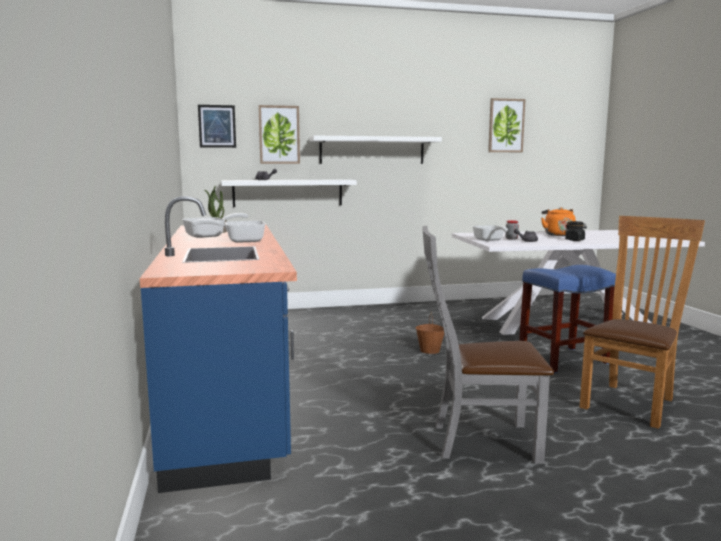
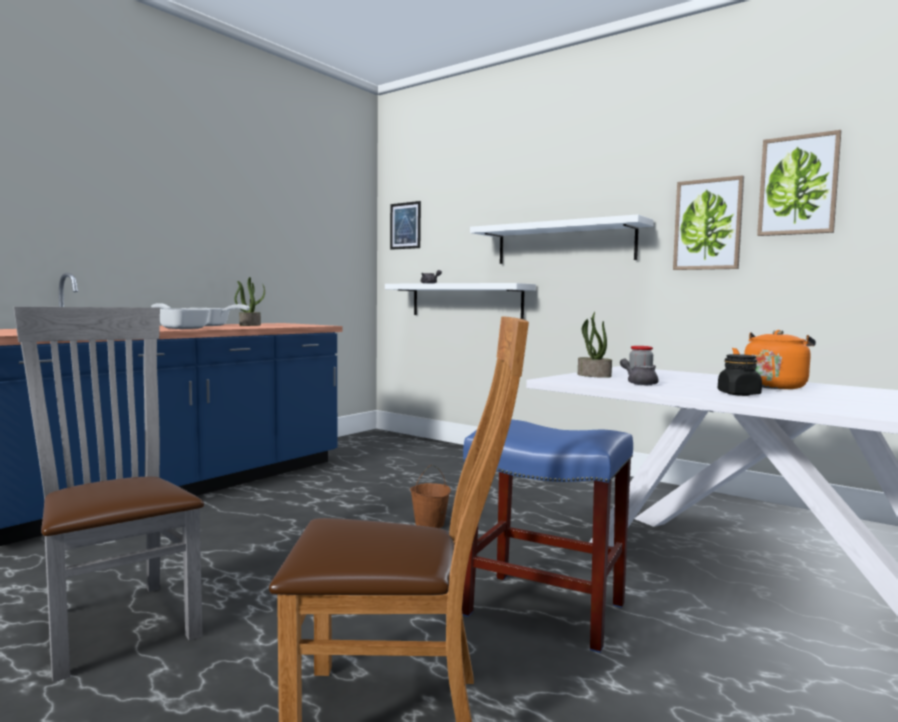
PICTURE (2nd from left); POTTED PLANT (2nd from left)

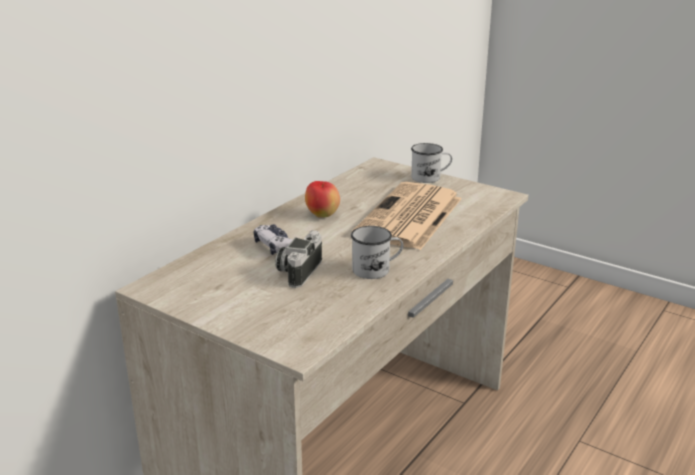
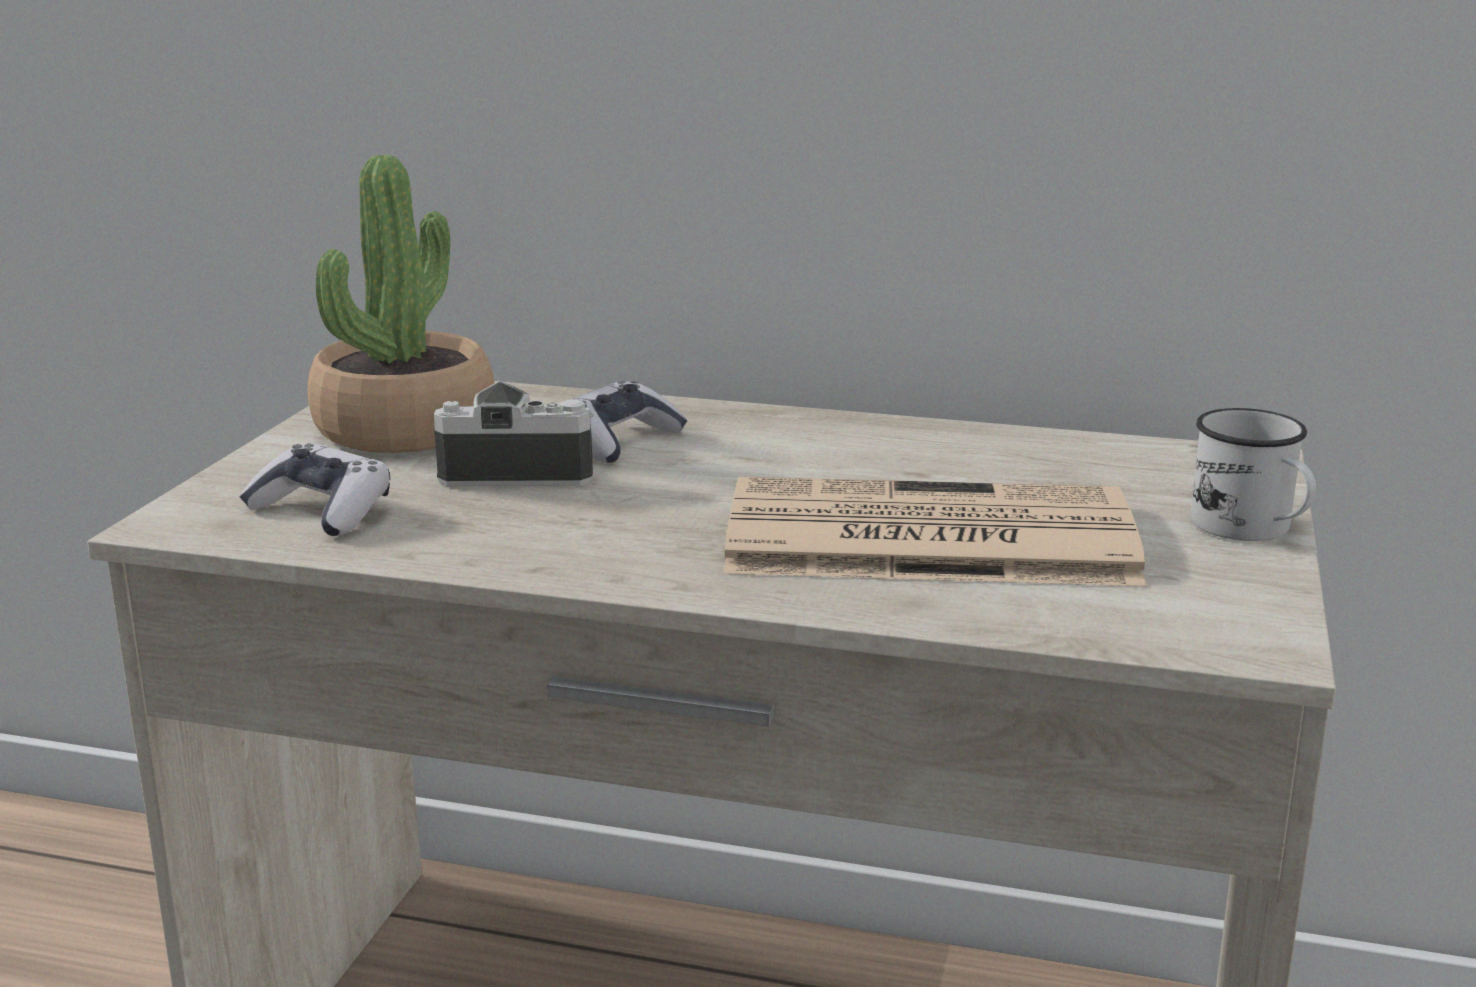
APPLE; WHITE MUG (1st from left in the first image); GAME CONTROLLER (1st from left); POTTED PLANT

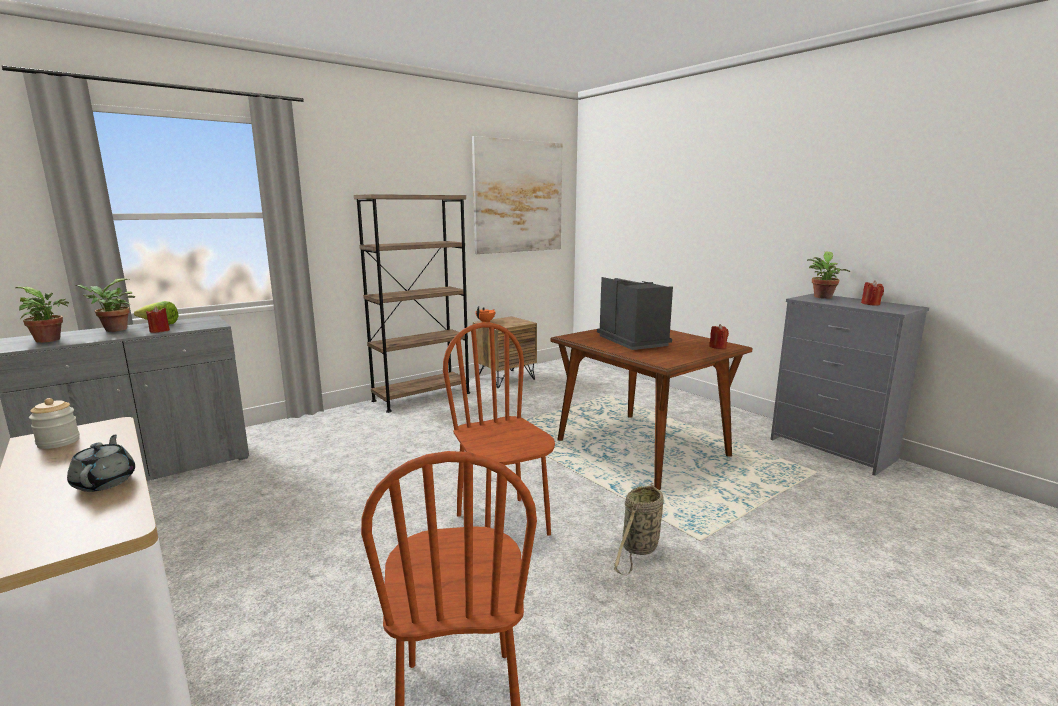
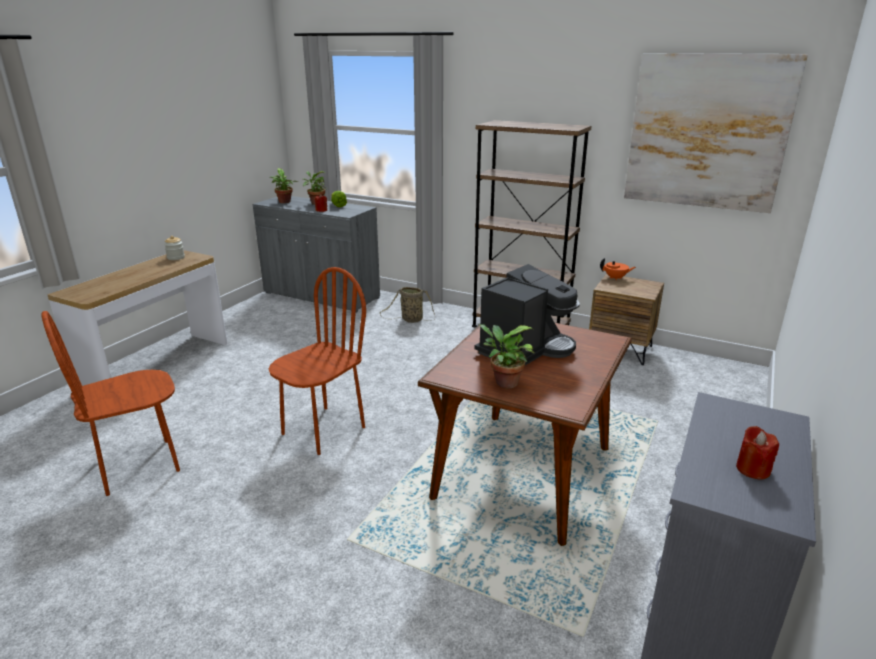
GREY TEAPOT; RED CANDLE (2nd from left in the first image); BASKET; POTTED PLANT (3rd from left)

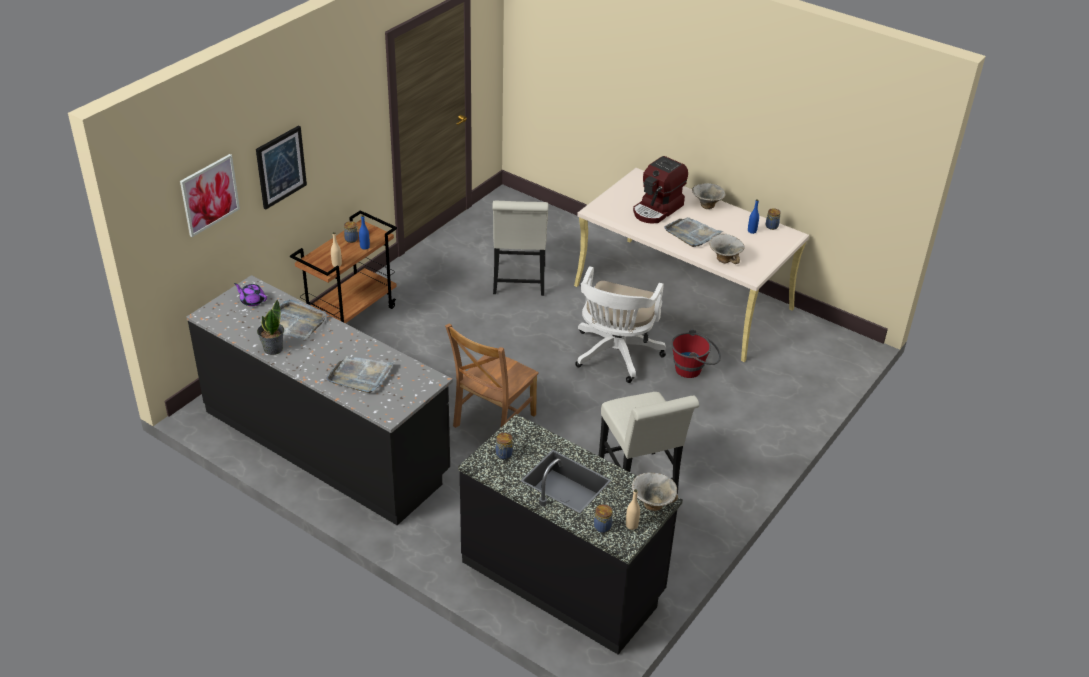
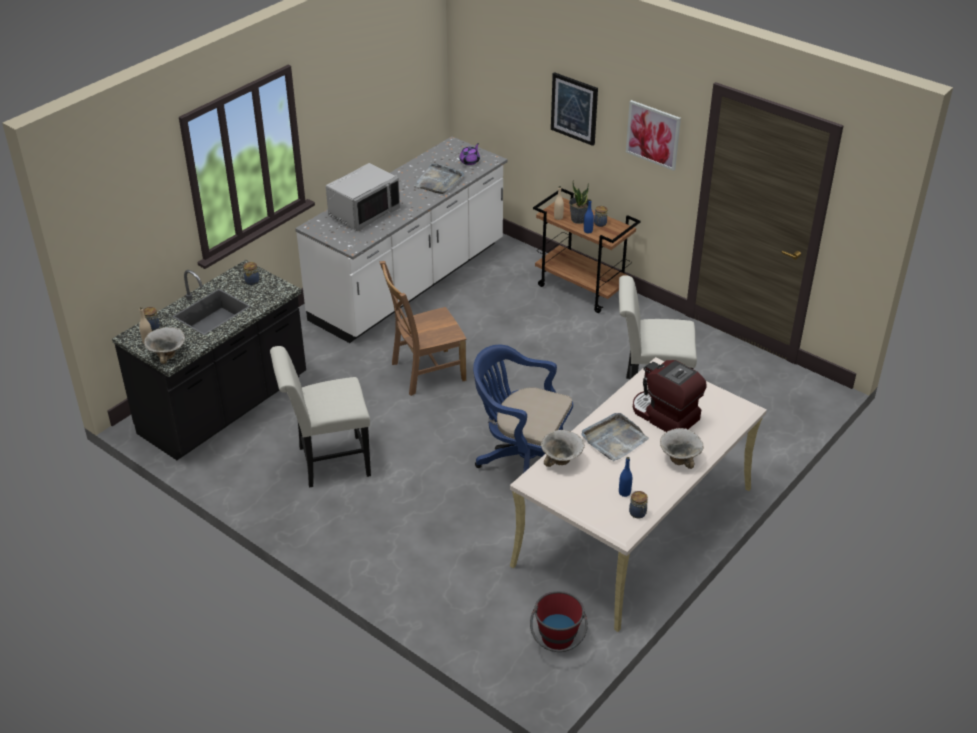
PICTURE (2nd from left); POTTED PLANT; RED BUCKET; GREY MICROWAVE; WHITE COUNTER; BLUE OFFICE CHAIR; BROWN CHAIR

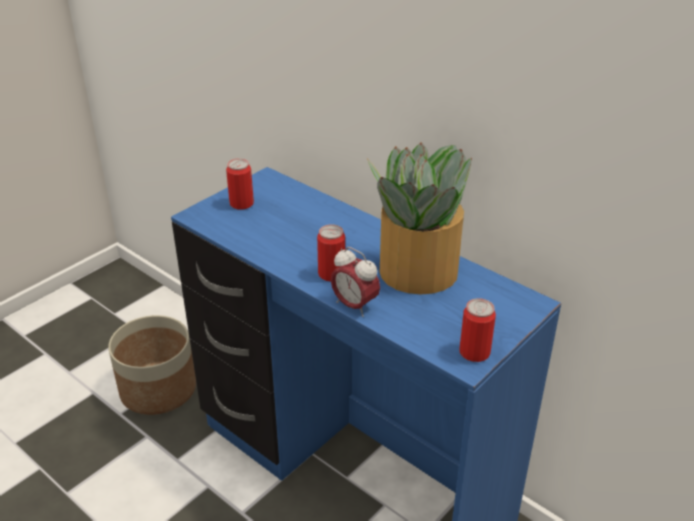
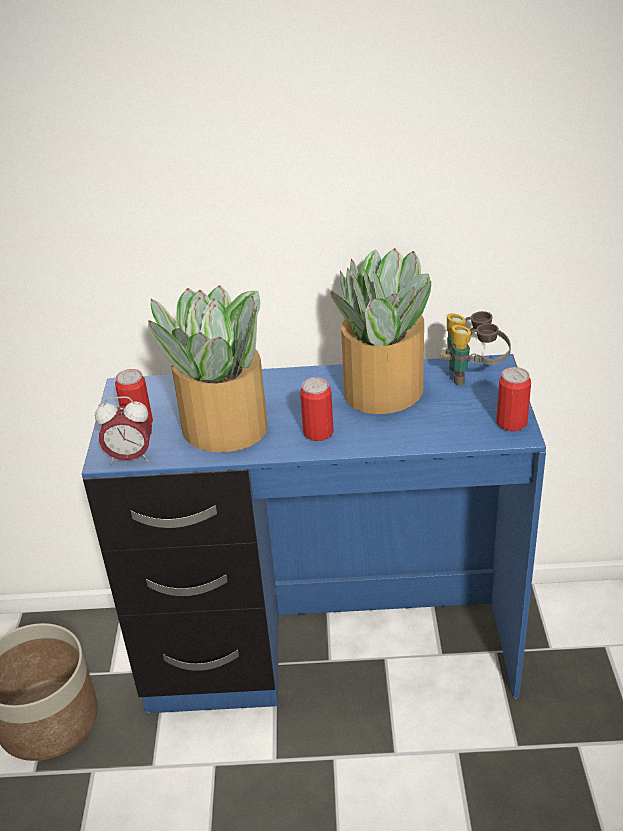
POTTED PLANT (1st from left); BINOCULARS; ALARM CLOCK

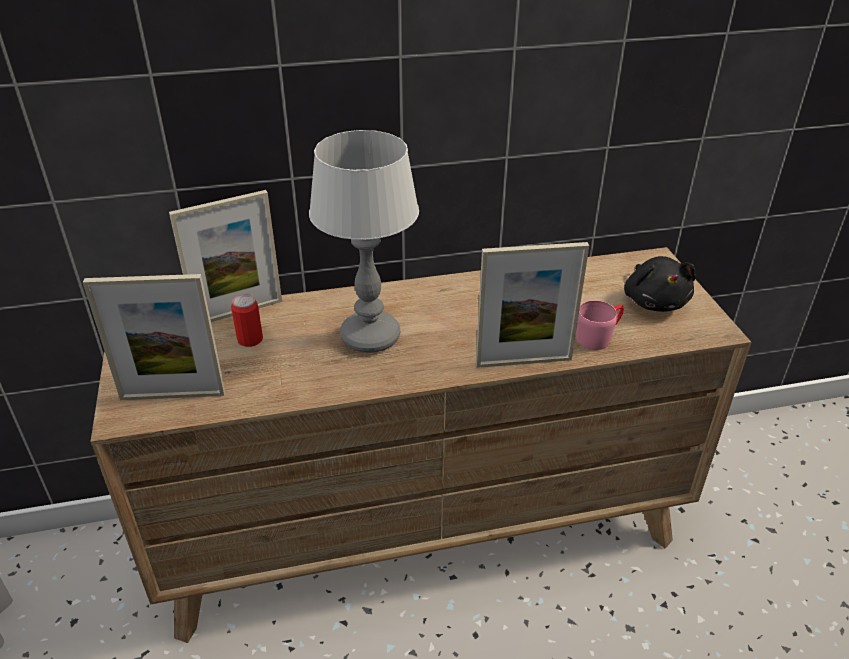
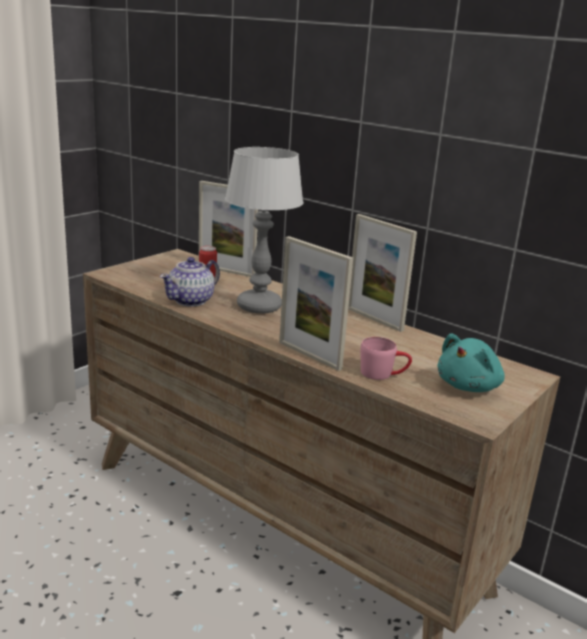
TEAPOT; PICTURE FRAME (3rd from left); TURQUOISE PLUSH TOY

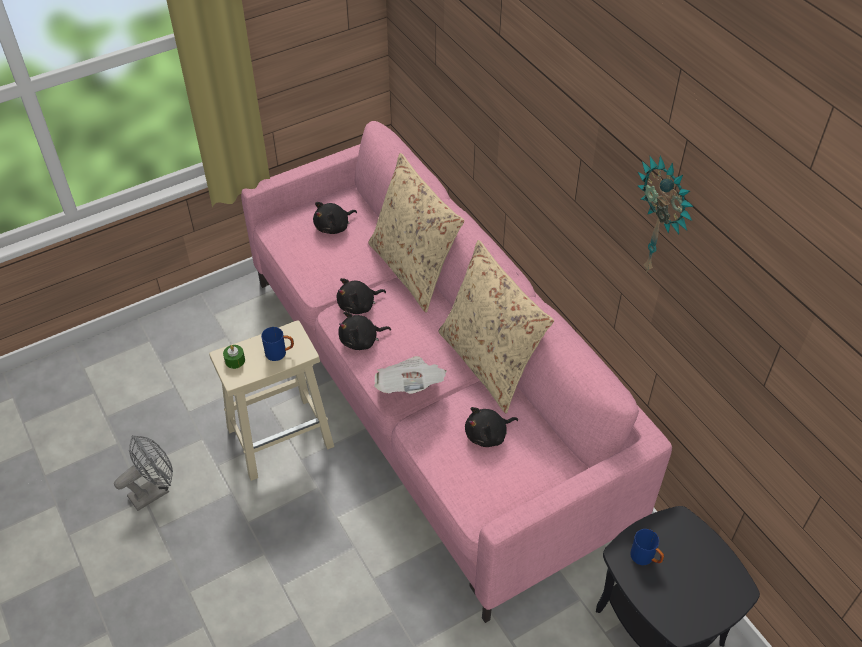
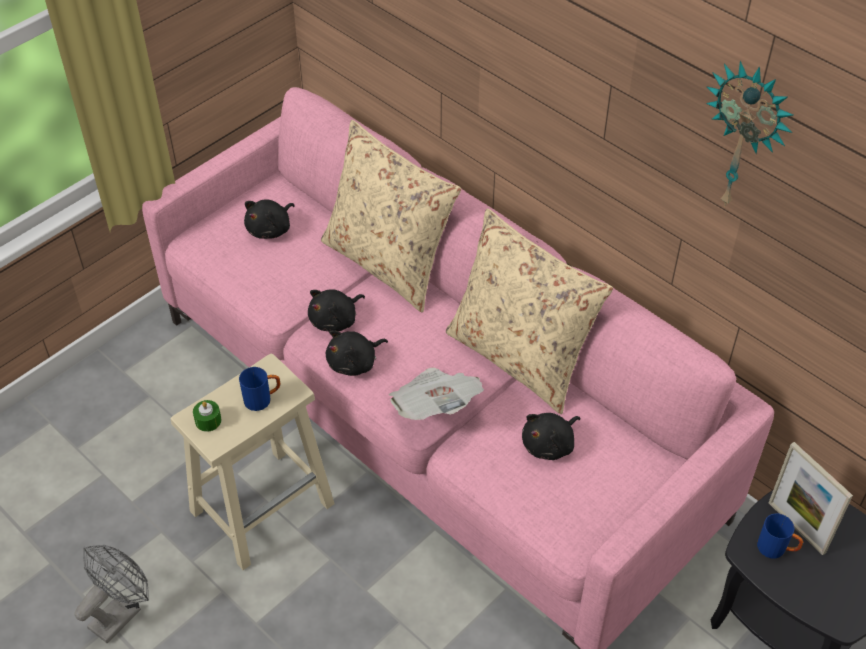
PICTURE FRAME

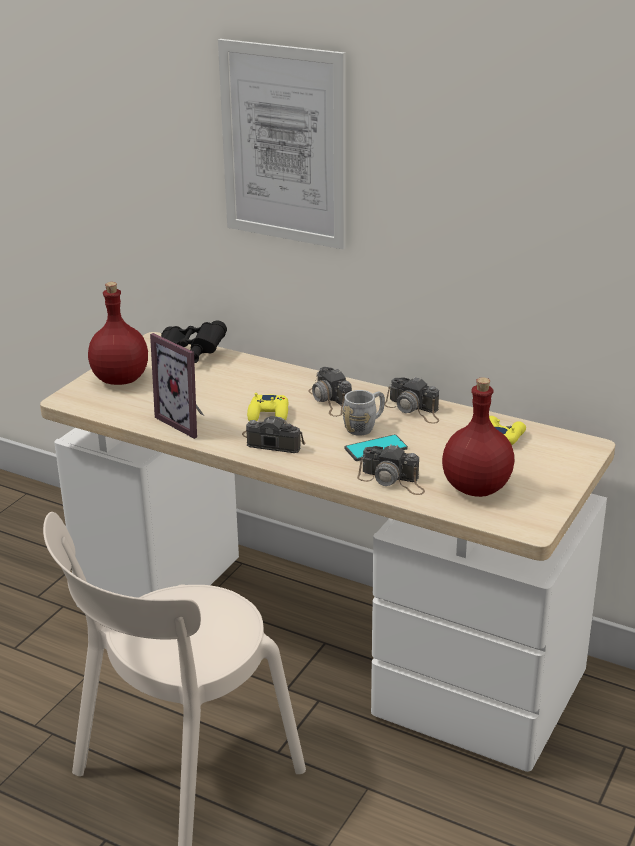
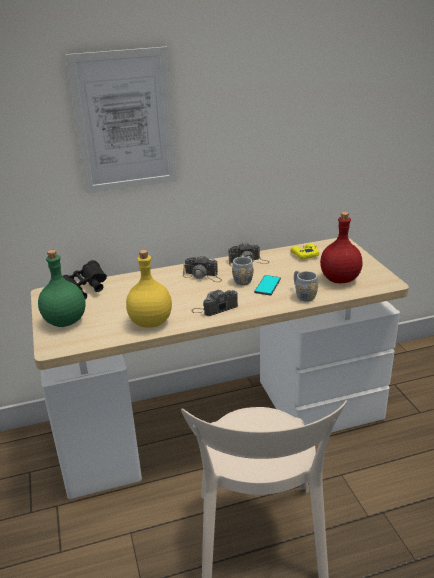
YELLOW GAME CONTROLLER (1st from left in the first image); YELLOW BOTTLE; GREY MUG (2nd from left); GREEN BOTTLE

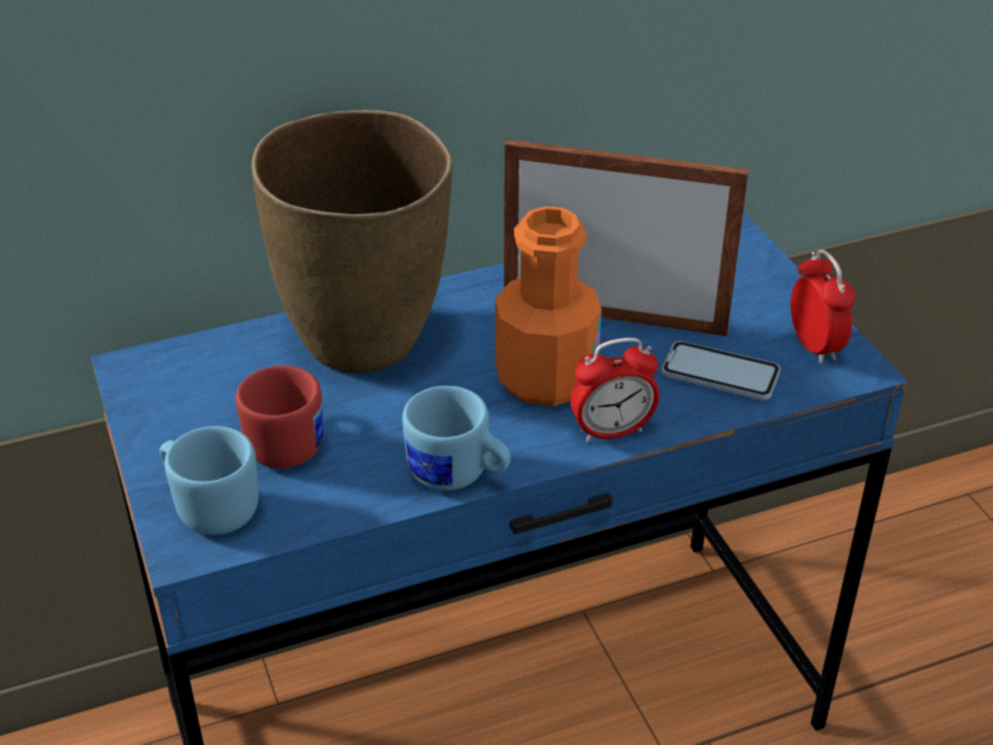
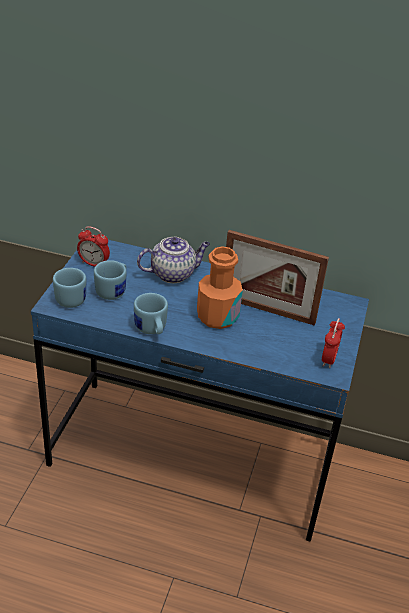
PHONE; ALARM CLOCK (1st from left); TEAPOT; BLUE MUG (2nd from left); PICTURE FRAME

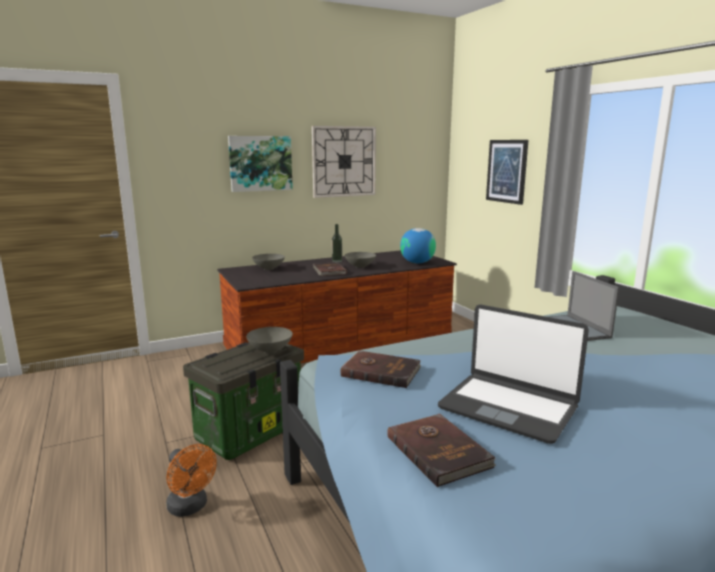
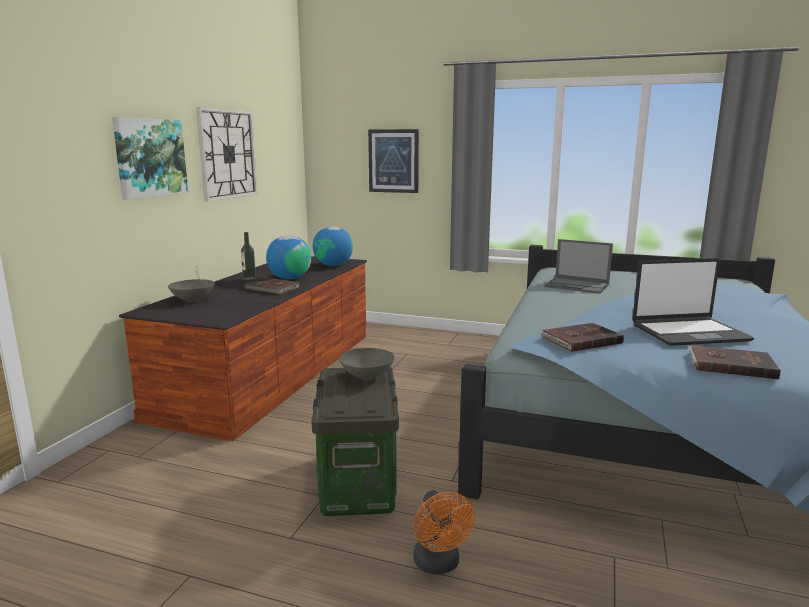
GLOBE (1st from left); ORANGE FAN

